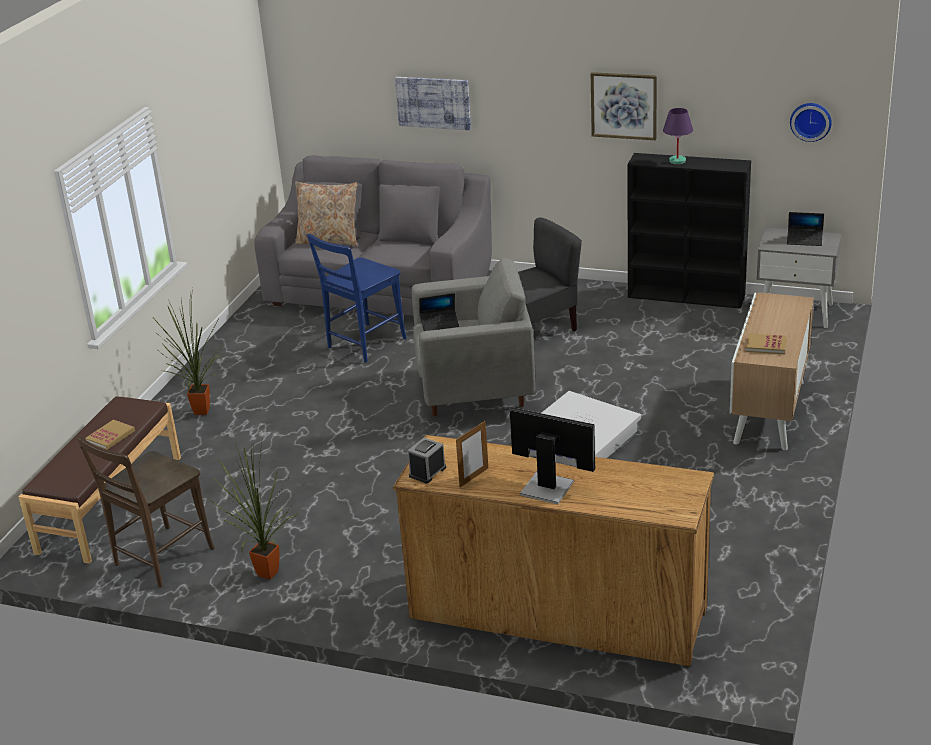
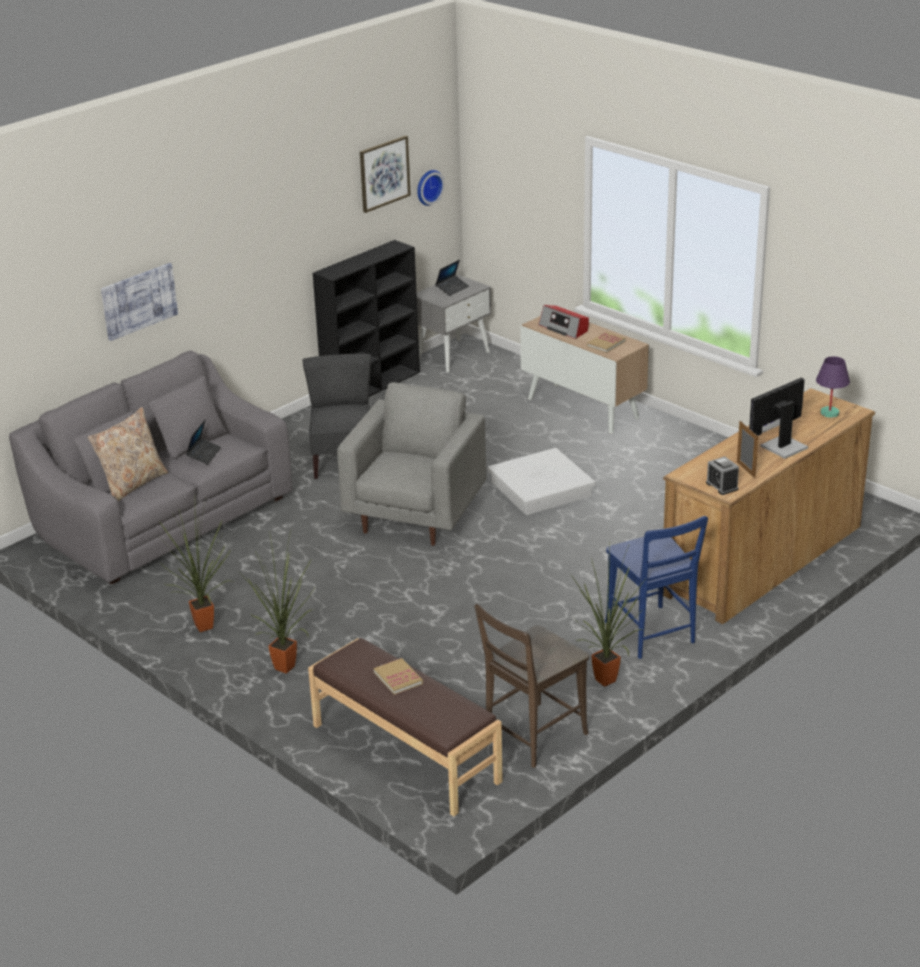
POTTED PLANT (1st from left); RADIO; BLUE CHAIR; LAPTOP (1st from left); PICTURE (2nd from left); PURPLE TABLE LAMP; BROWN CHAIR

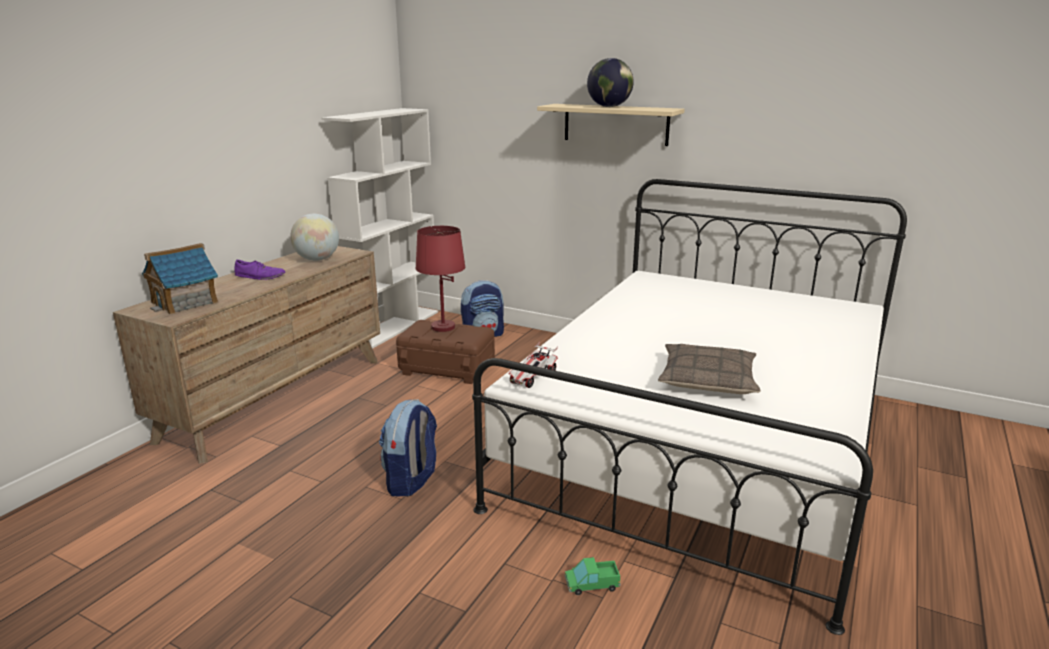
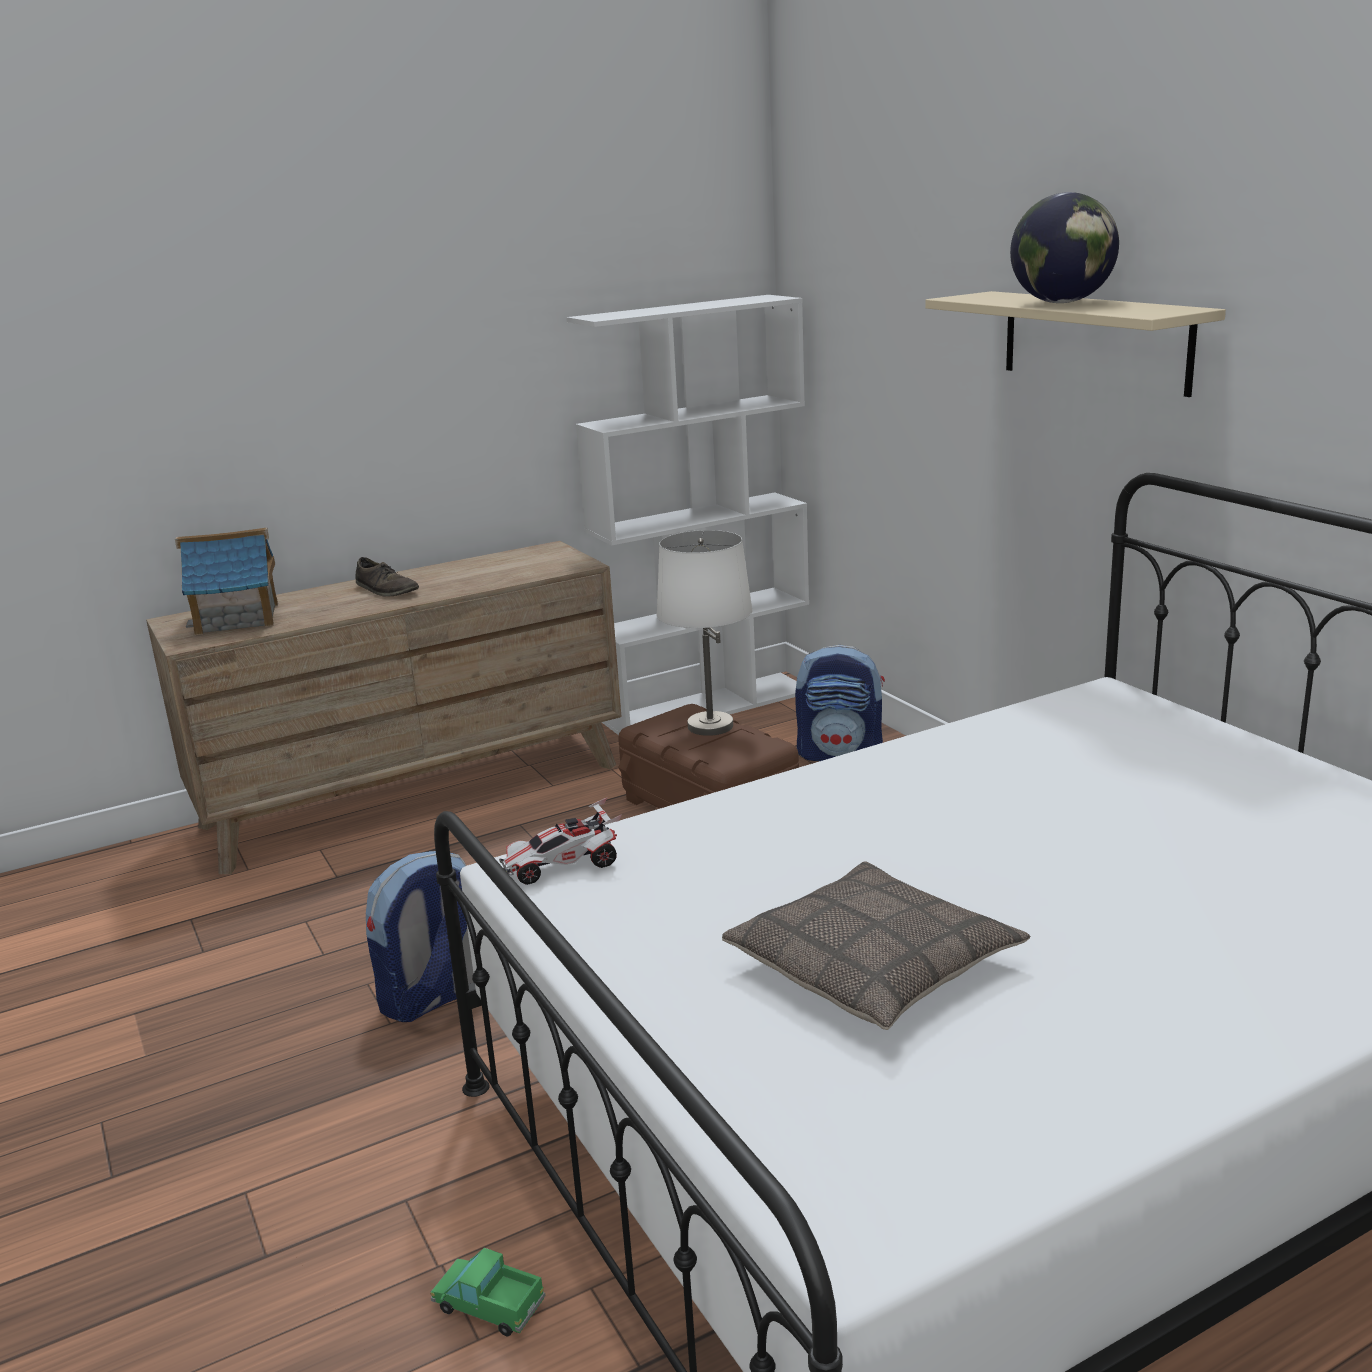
GLOBE (1st from left in the first image); BROWN SHOE; WHITE TABLE LAMP

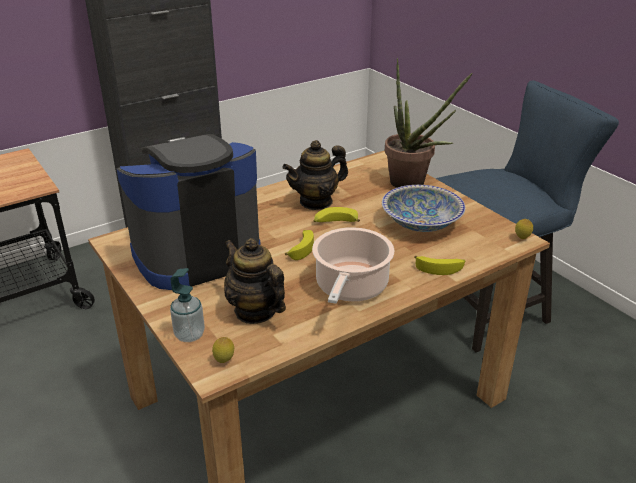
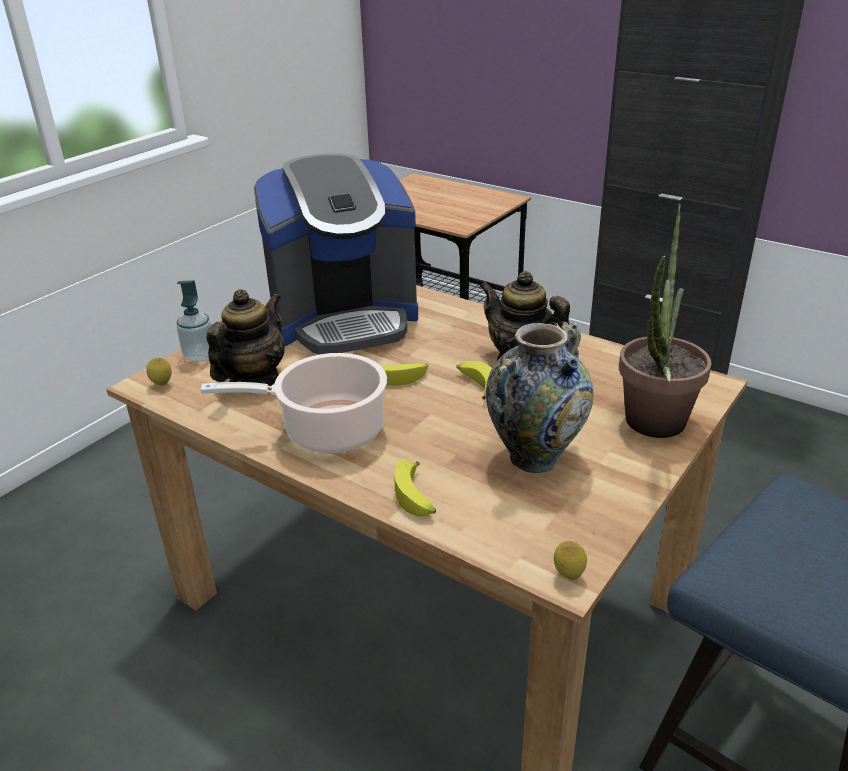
VASE; COFFEE MACHINE

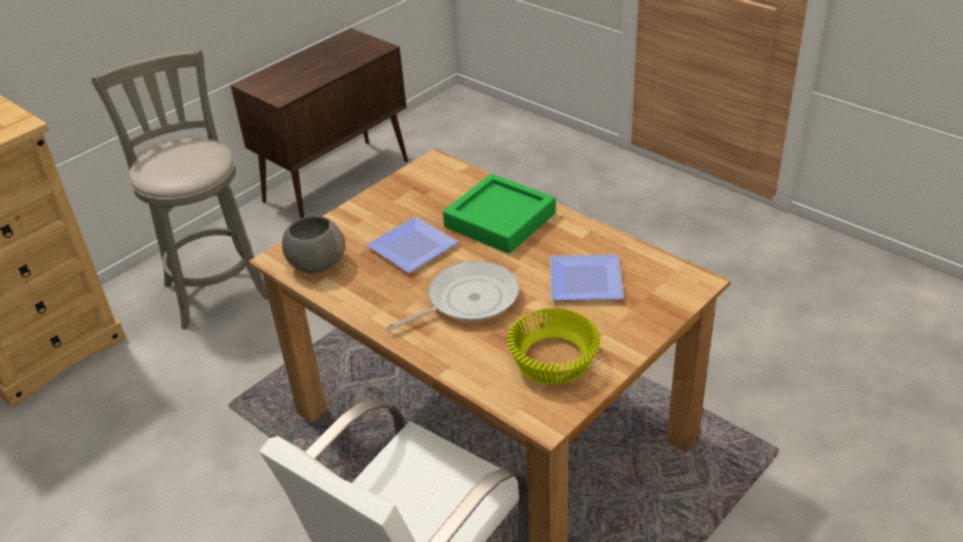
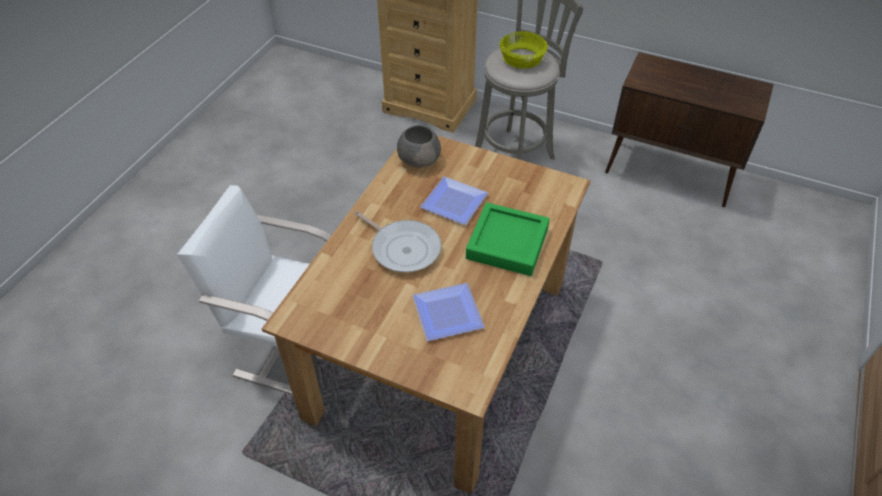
YELLOW BOWL

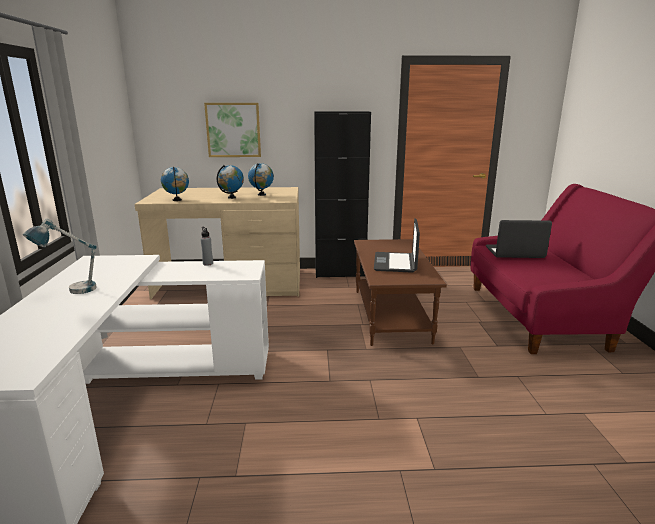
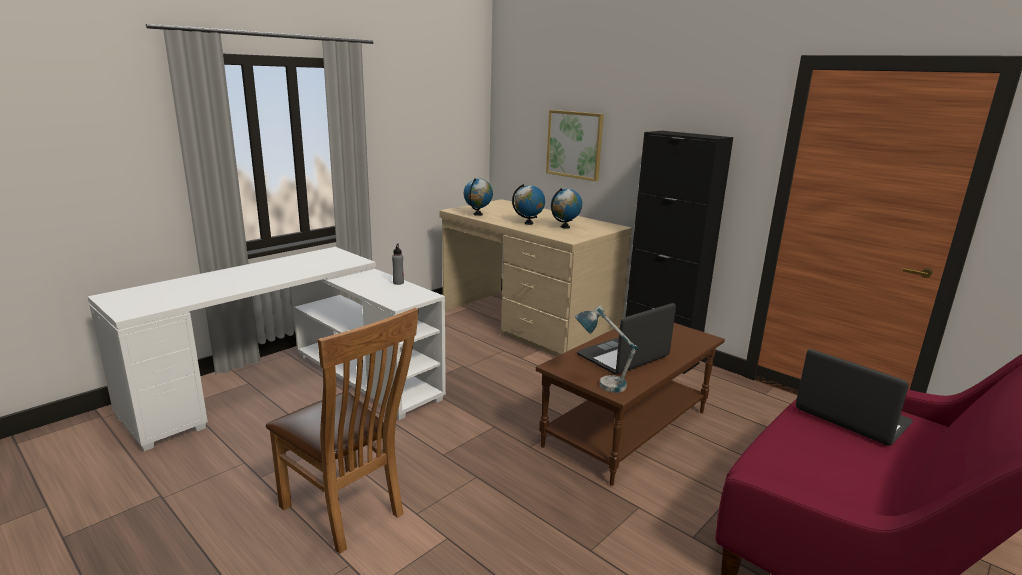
BROWN CHAIR; TABLE LAMP

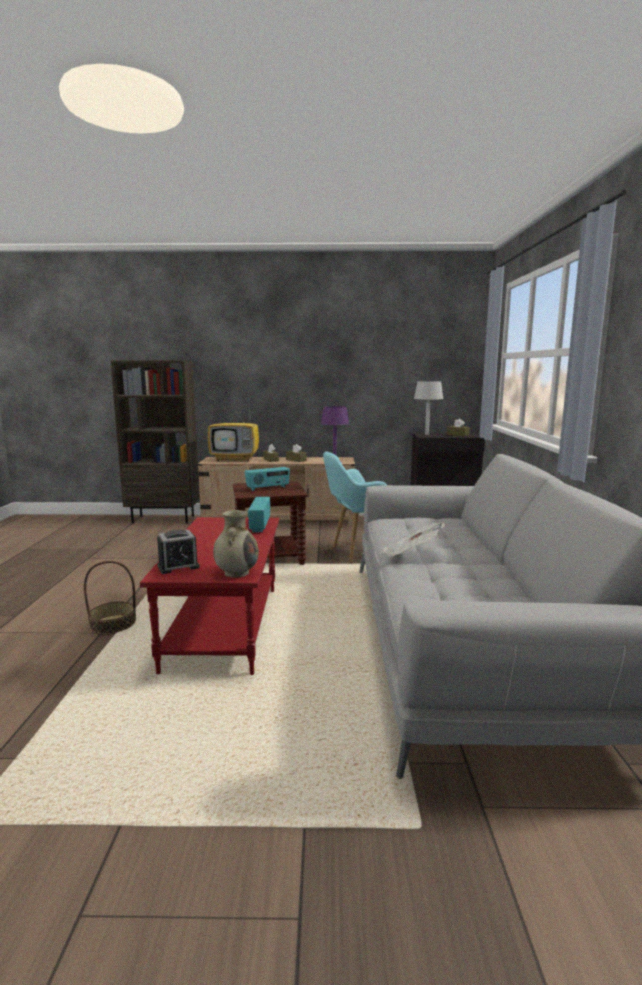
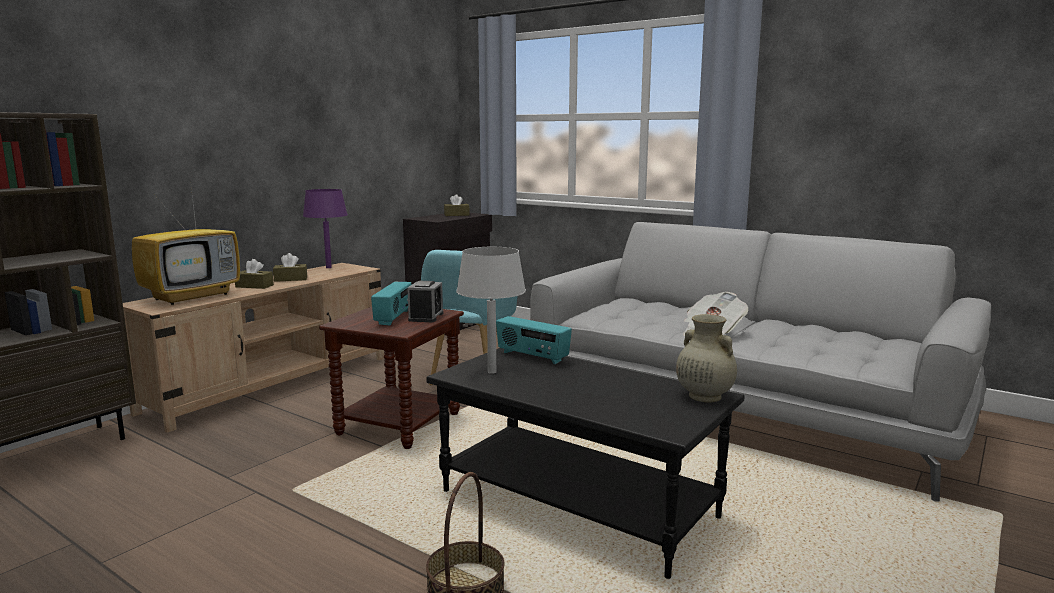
ALARM CLOCK; GREY TABLE LAMP; BLACK COFFEE TABLE

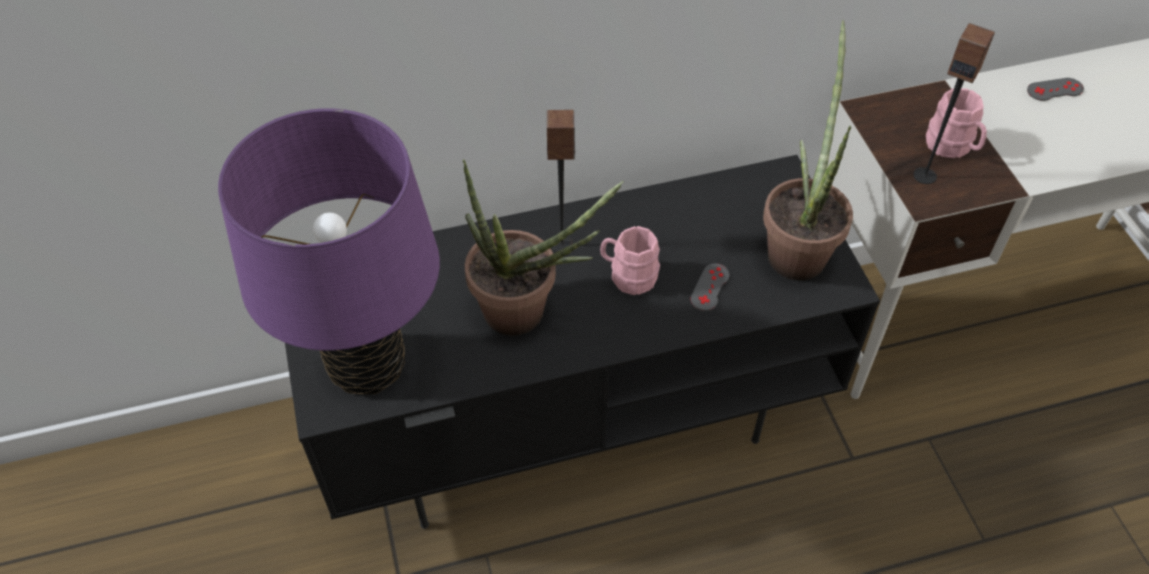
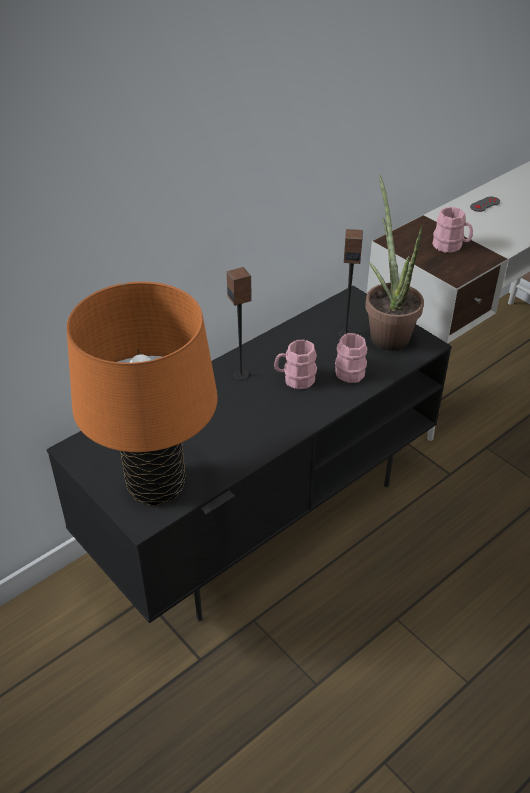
POTTED PLANT (1st from left in the first image); SPEAKER (2nd from left); PINK MUG (2nd from left); ORANGE TABLE LAMP

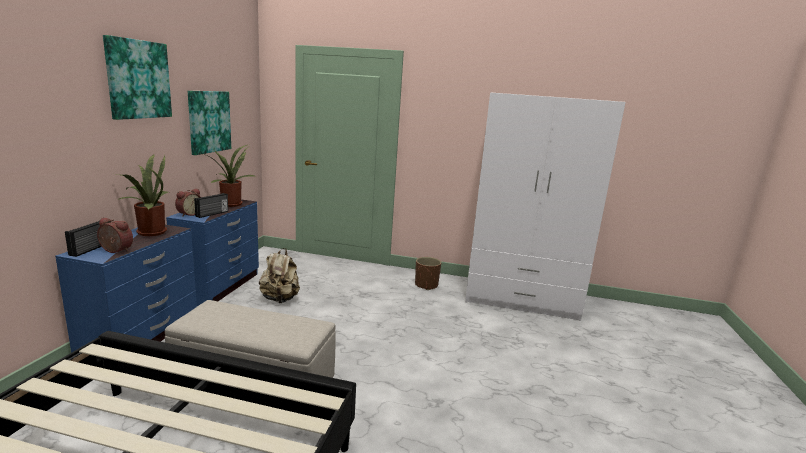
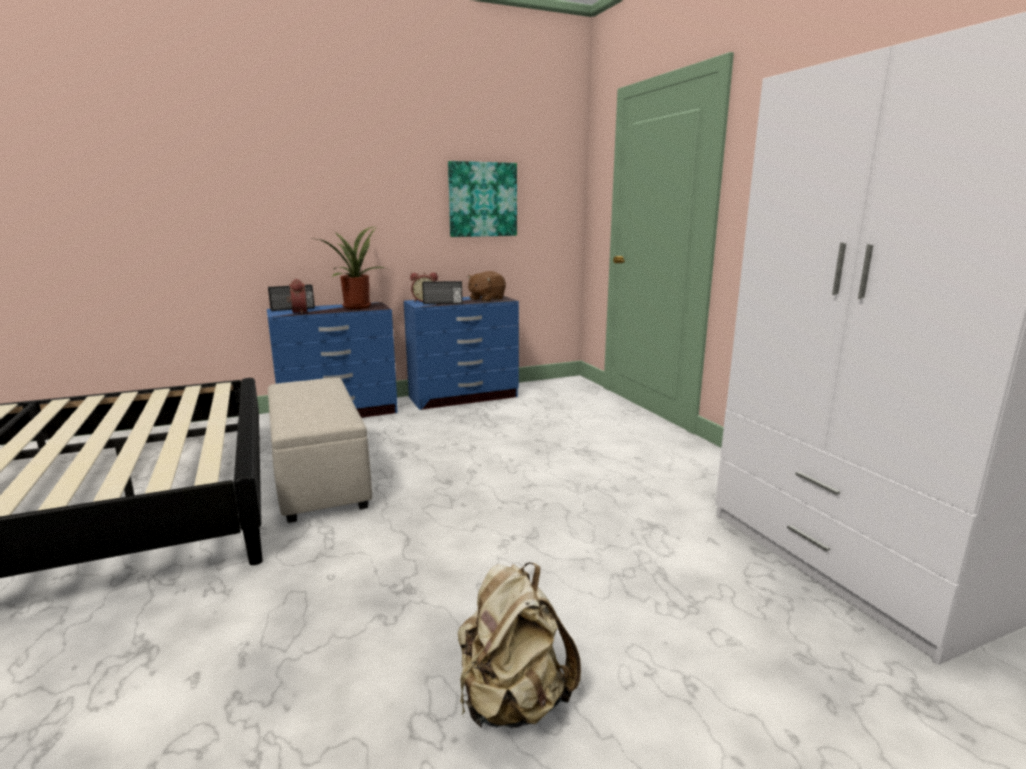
PICTURE (1st from left in the first image); BROWN PLANTER; BEIGE BACKPACK; BROWN PLUSH TOY

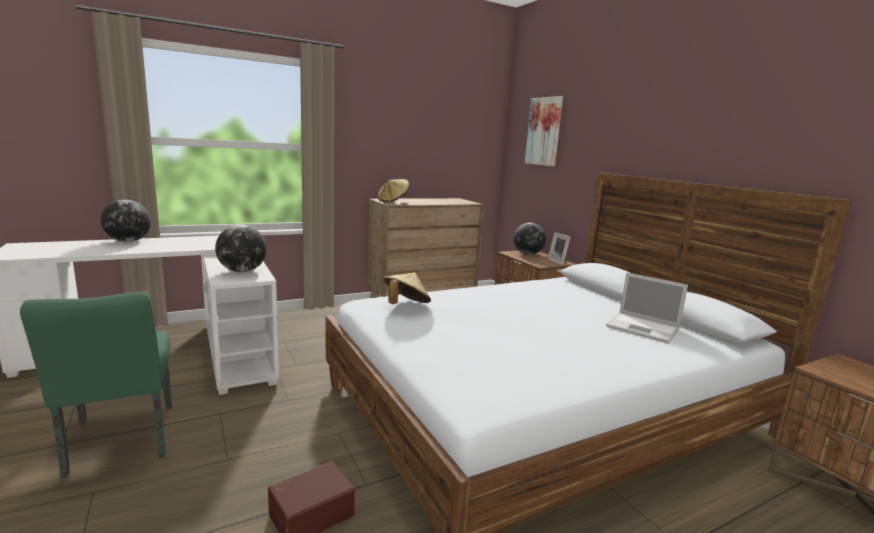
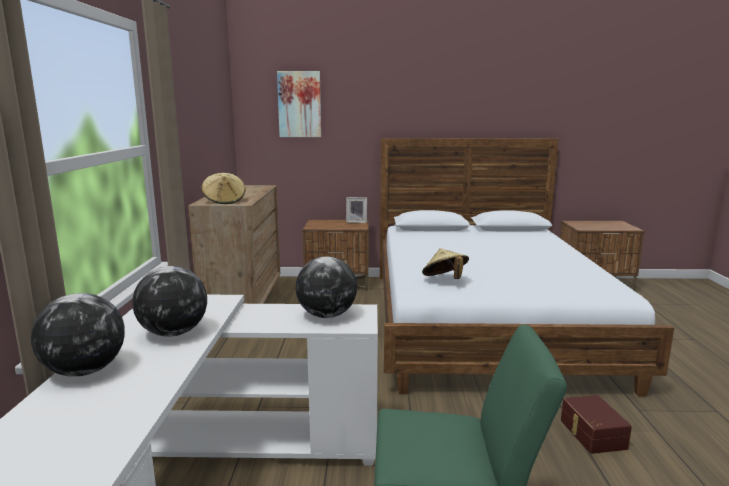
LAPTOP; GLOBE (2nd from left)

